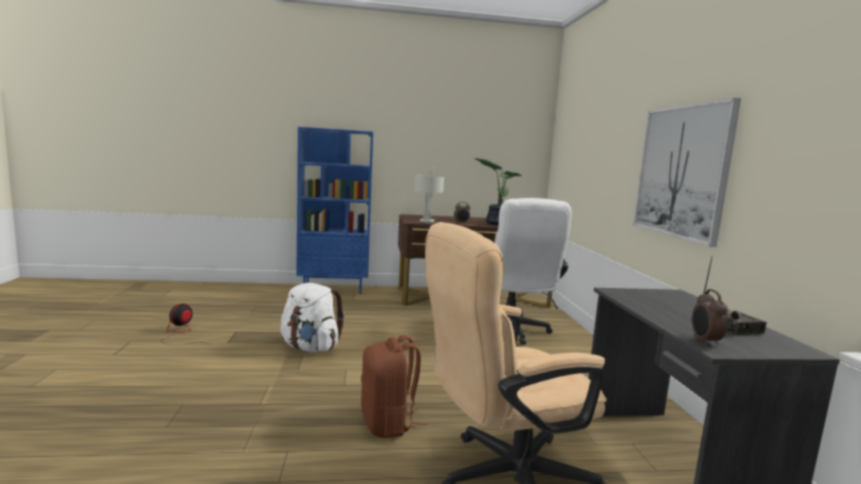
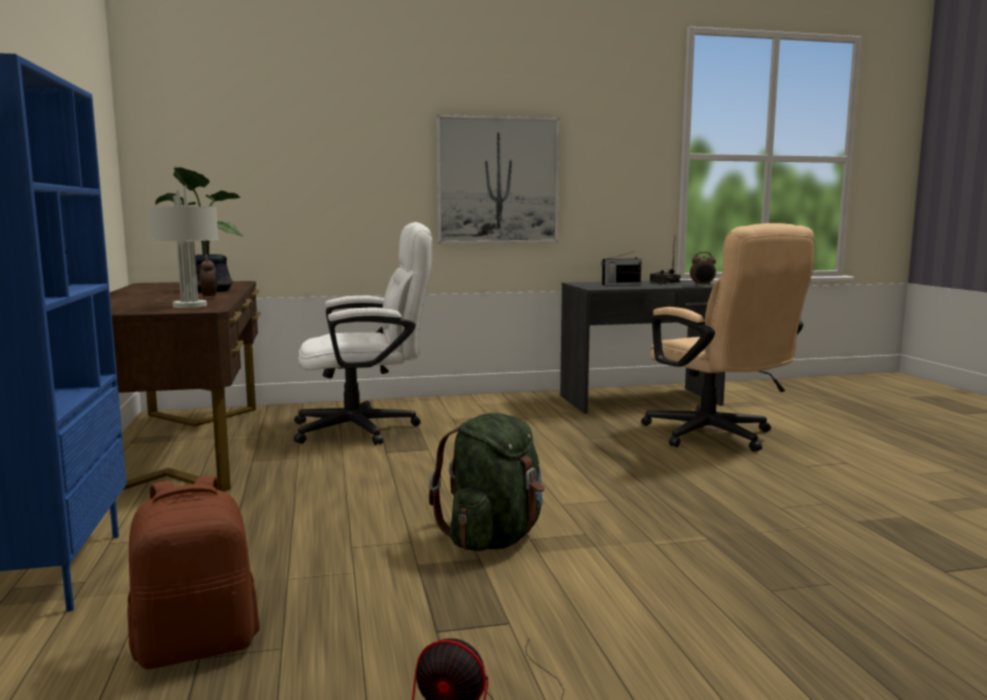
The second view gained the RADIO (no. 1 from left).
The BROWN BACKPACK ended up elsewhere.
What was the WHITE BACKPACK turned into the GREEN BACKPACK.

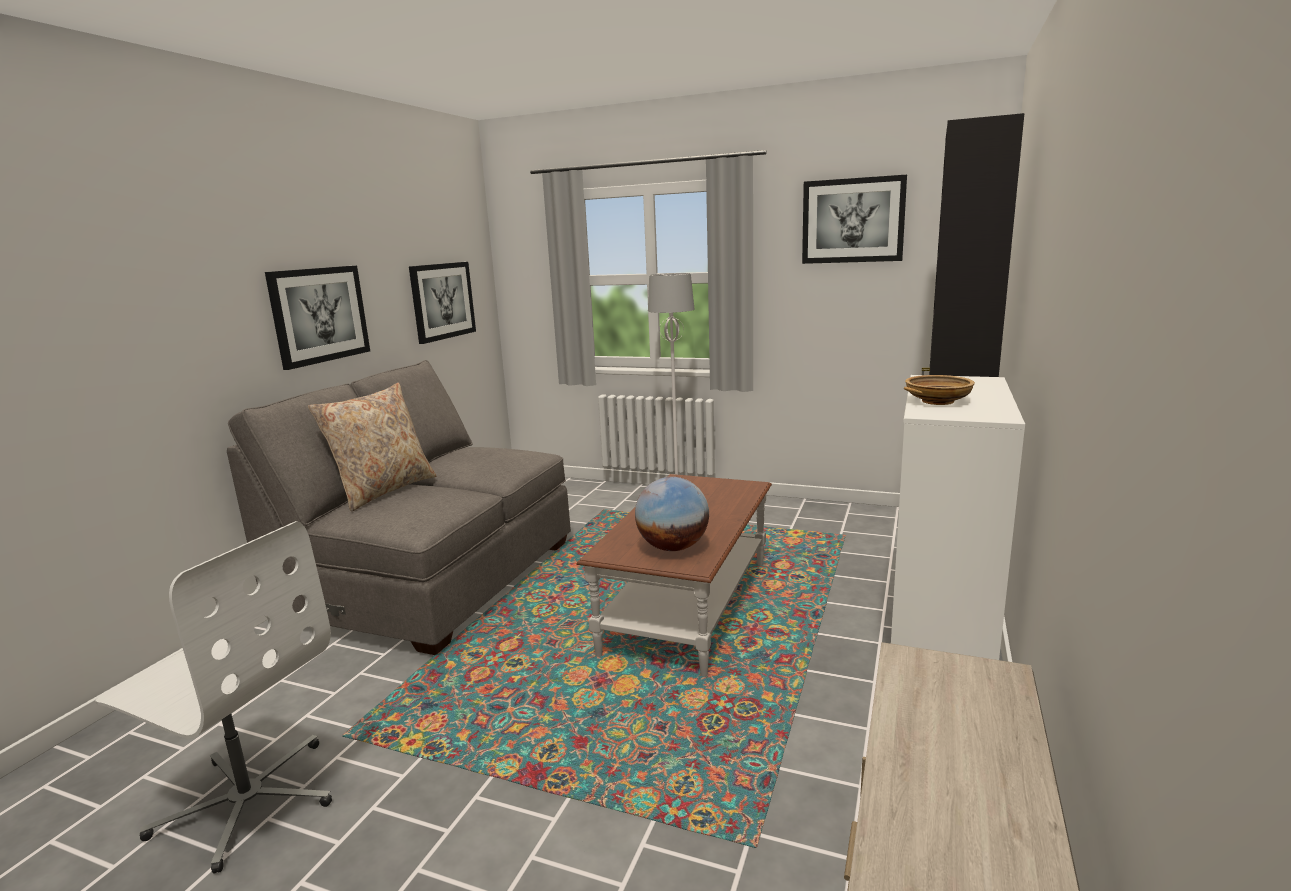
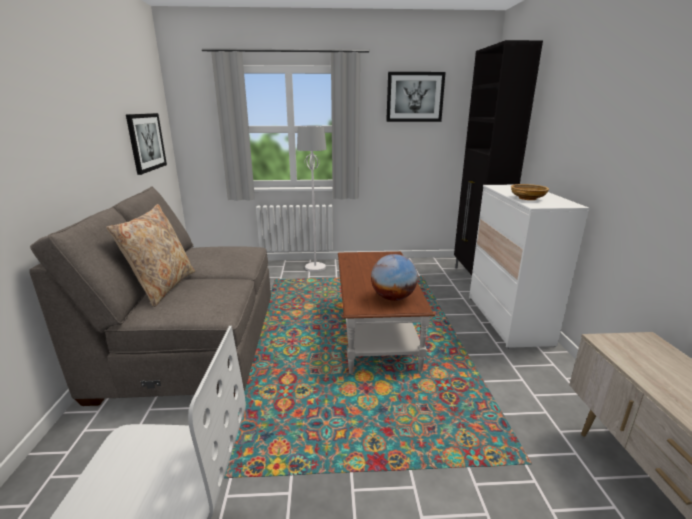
The second view lost the PICTURE (no. 1 from left).

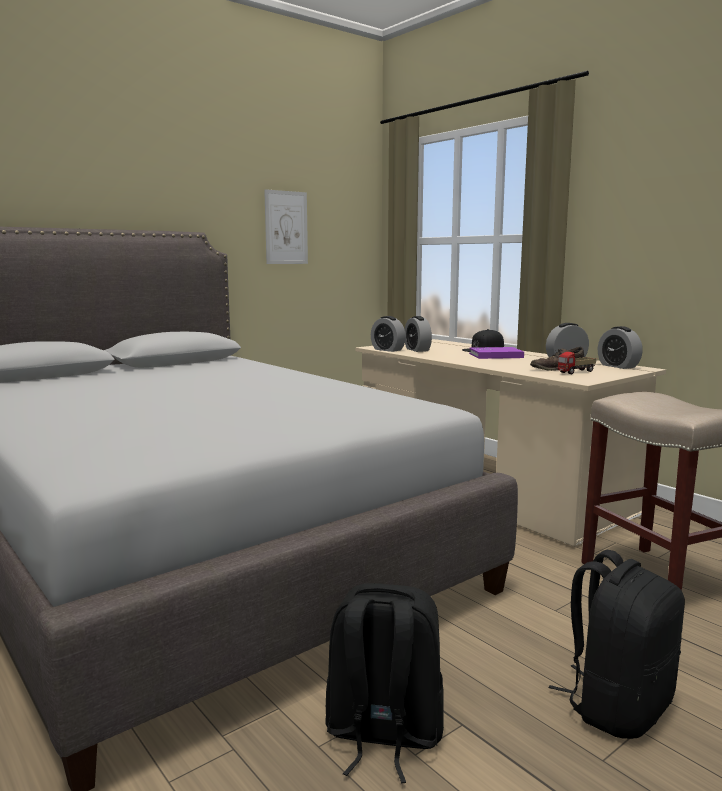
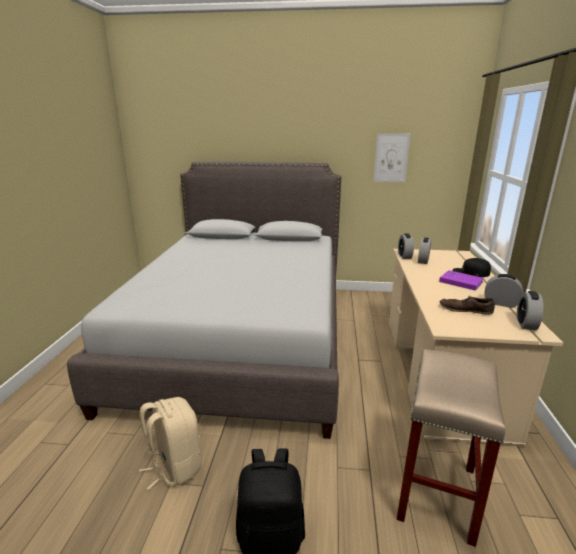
The second view lost the TOY TRUCK.
What was the BLACK BACKPACK (no. 1 from left) turned into the BEIGE BACKPACK.

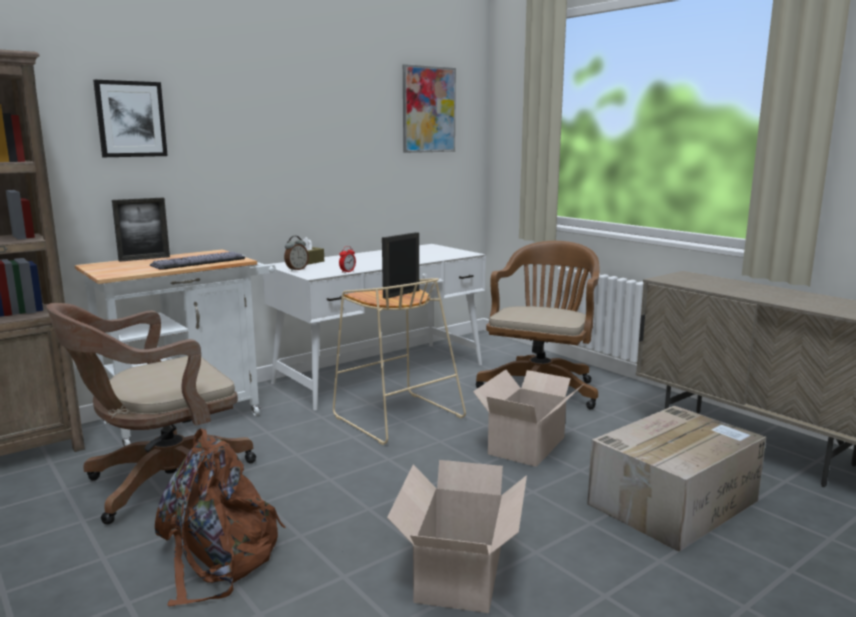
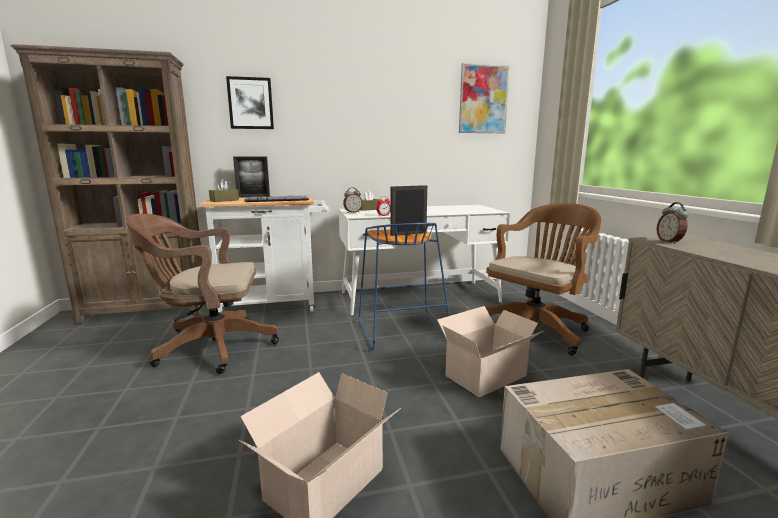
The second view lost the BROWN BACKPACK.
The second view gained the BROWN TISSUE BOX (no. 1 from left).
The second view gained the ALARM CLOCK (no. 3 from left).
What was the BEIGE STOOL turned into the BLUE STOOL.

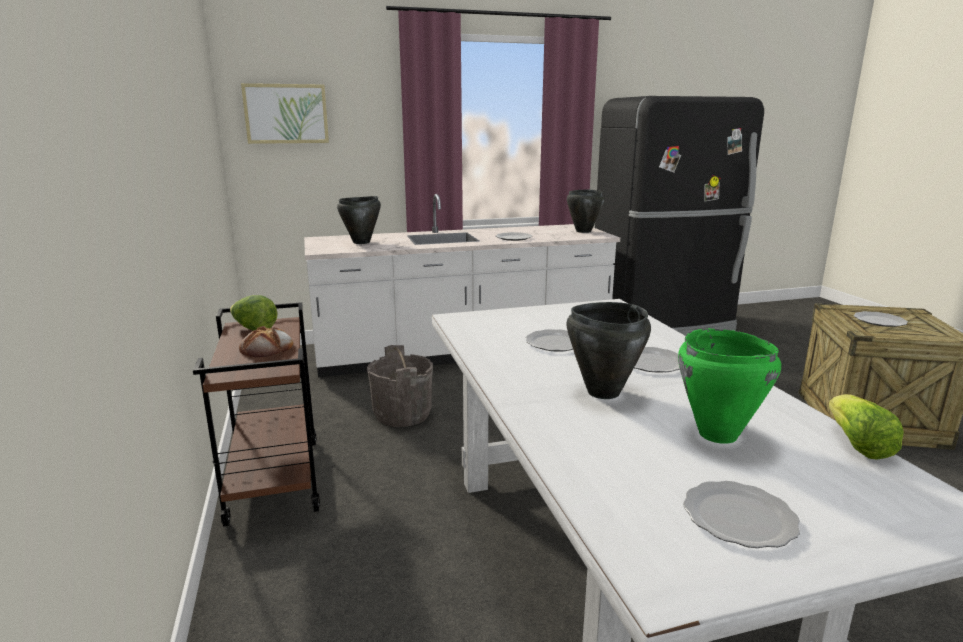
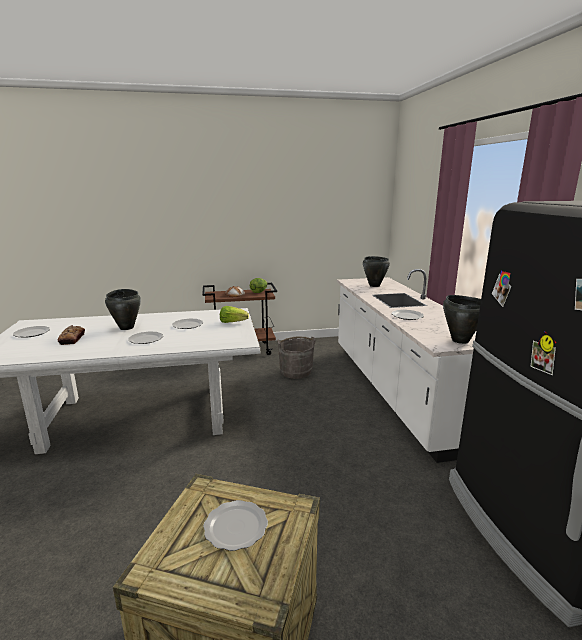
The second view lost the PICTURE.
The LETTUCE (no. 2 from left in the first image) ended up elsewhere.
Where the GREEN COOKING POT stood, the BREAD (no. 1 from left) came to stand.

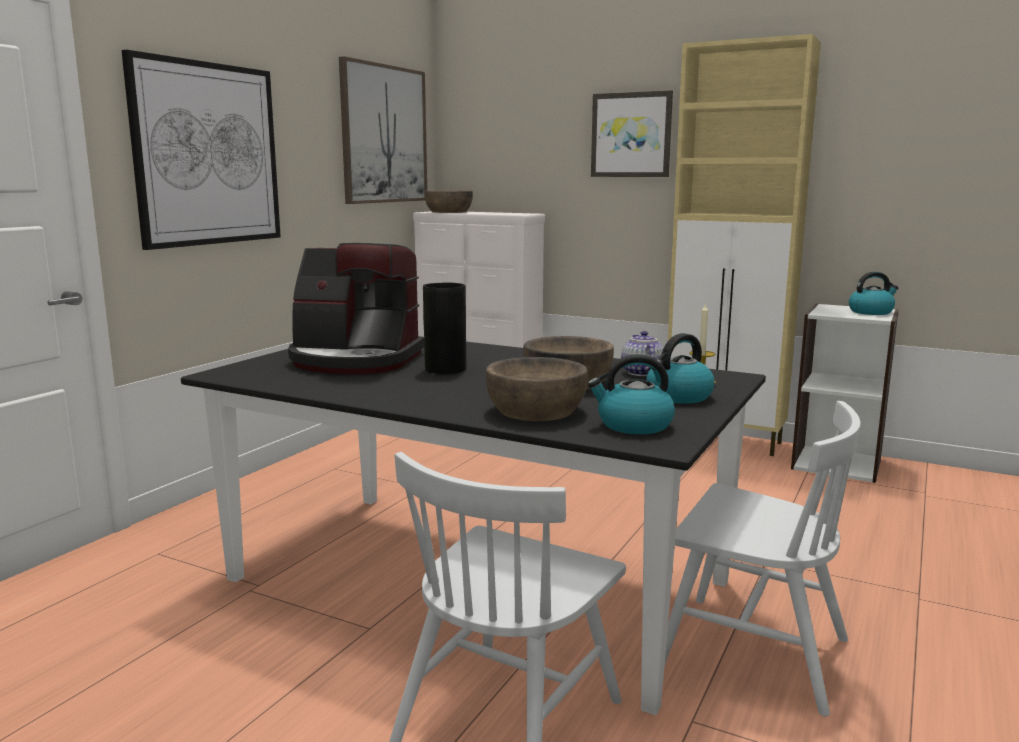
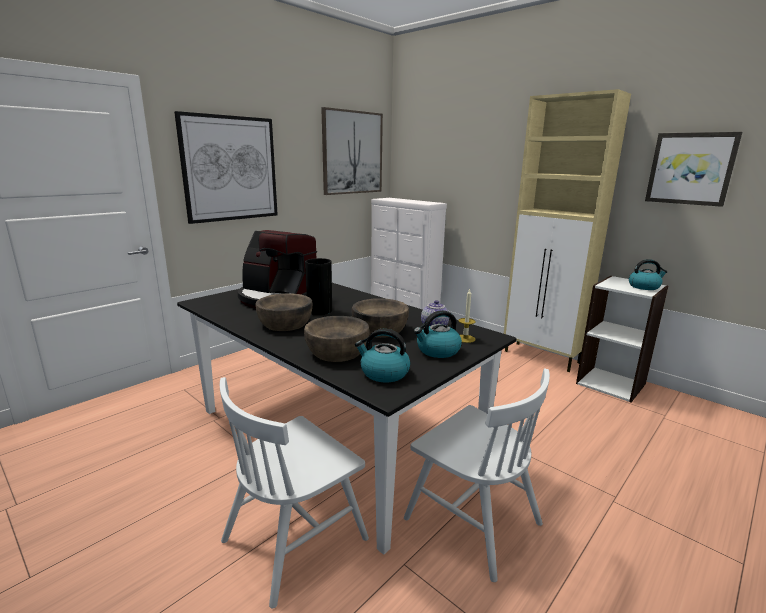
The BROWN BOWL (no. 1 from left) ended up elsewhere.
The PICTURE (no. 3 from left) ended up elsewhere.

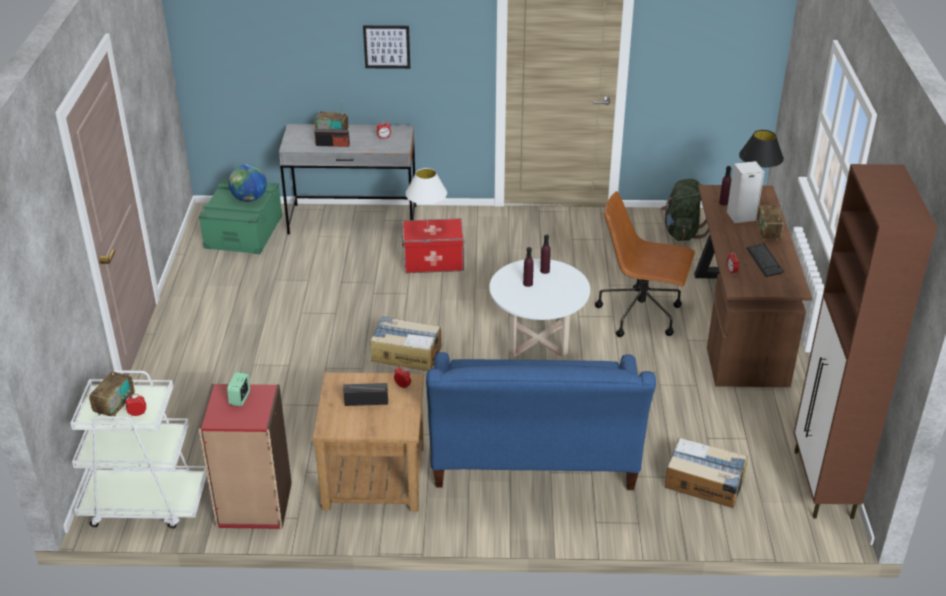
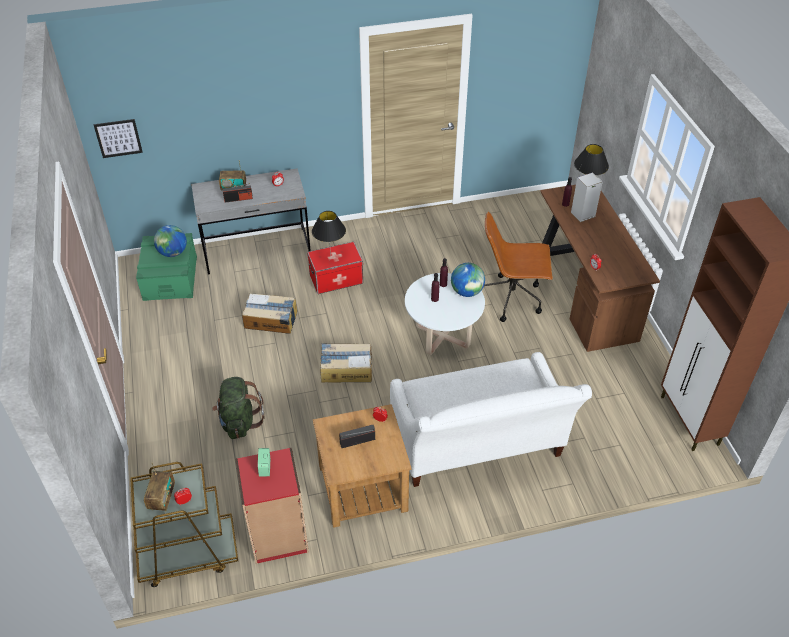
The second view lost the KEYBOARD.
The second view lost the RADIO (no. 5 from left).
The second view gained the GLOBE (no. 2 from left).
The PICTURE ended up elsewhere.
The GREEN BACKPACK ended up elsewhere.
The CARDBOARD BOX (no. 2 from left in the first image) ended up elsewhere.
What was the WHITE CART turned into the BROWN CART.
What was the WHITE TABLE LAMP turned into the BLACK TABLE LAMP (no. 1 from left).
What was the BLUE SOFA turned into the WHITE SOFA.

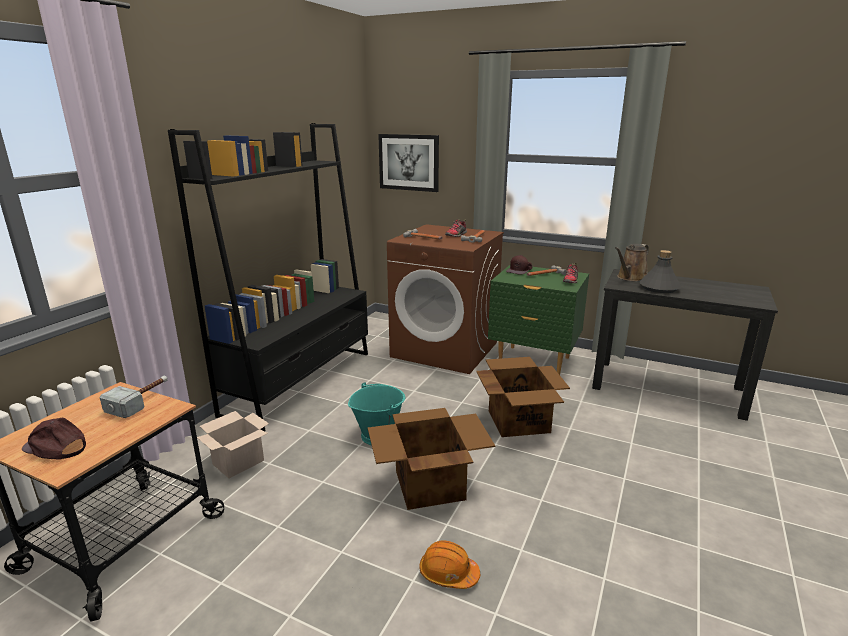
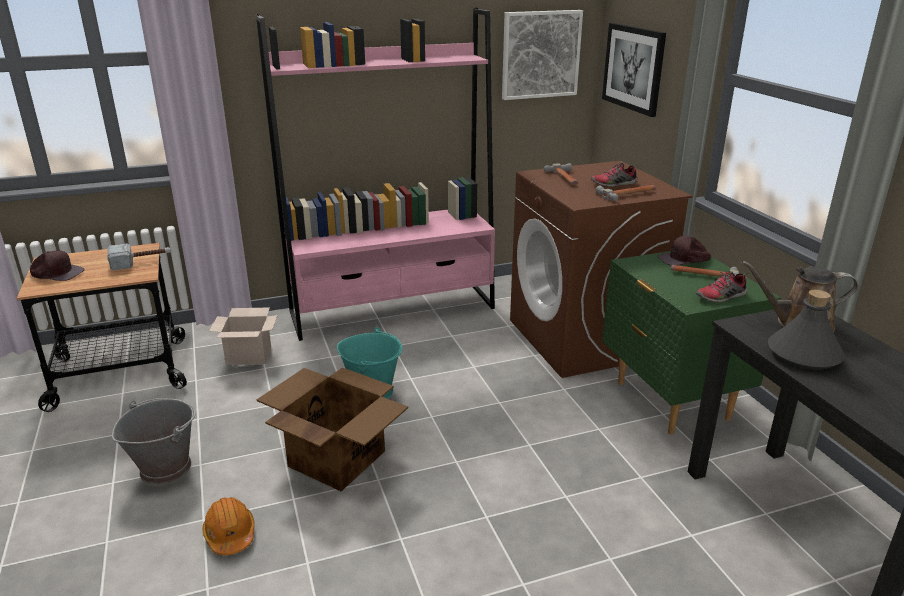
The second view lost the CARDBOARD BOX (no. 3 from left).
The second view gained the GREY BUCKET.
The second view gained the PICTURE (no. 1 from left).
What was the BLACK BOOKCASE turned into the PINK BOOKCASE.
The BROWN CAP (no. 1 from left) ended up facing another way, 120 degrees clockwise from before.

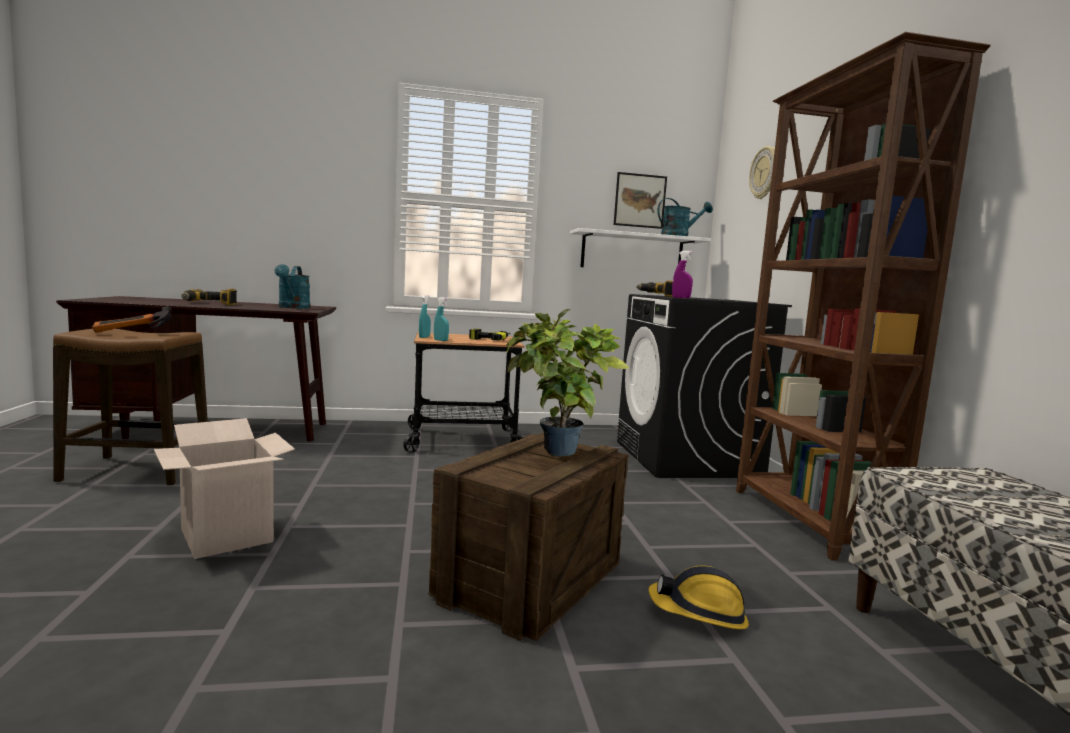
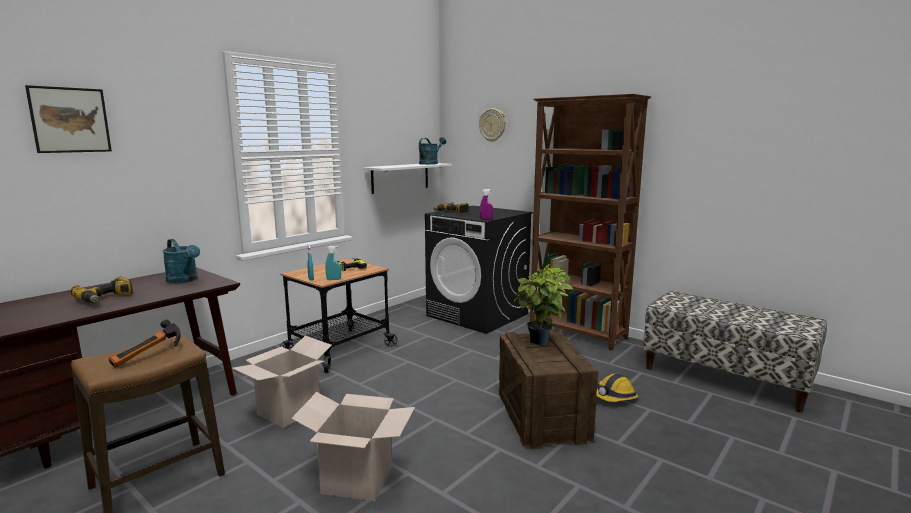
The second view gained the CARDBOARD BOX (no. 1 from left).
The PICTURE ended up elsewhere.

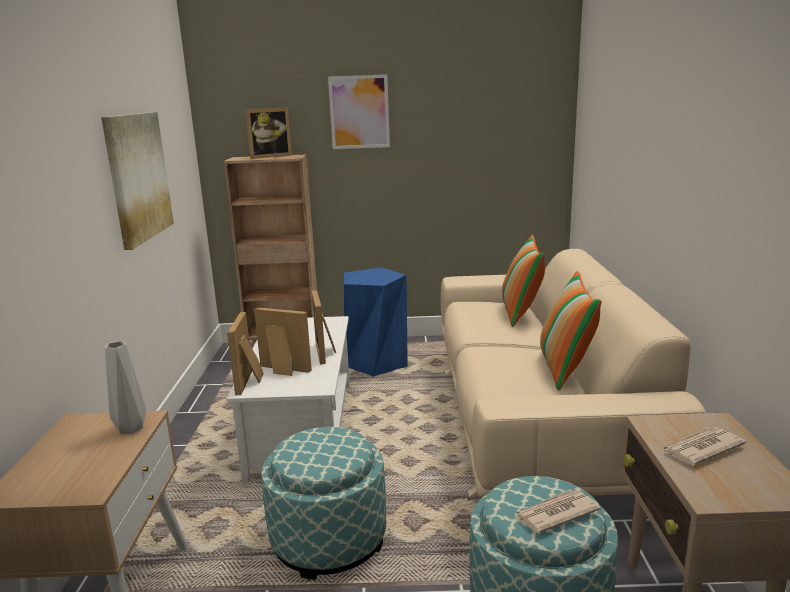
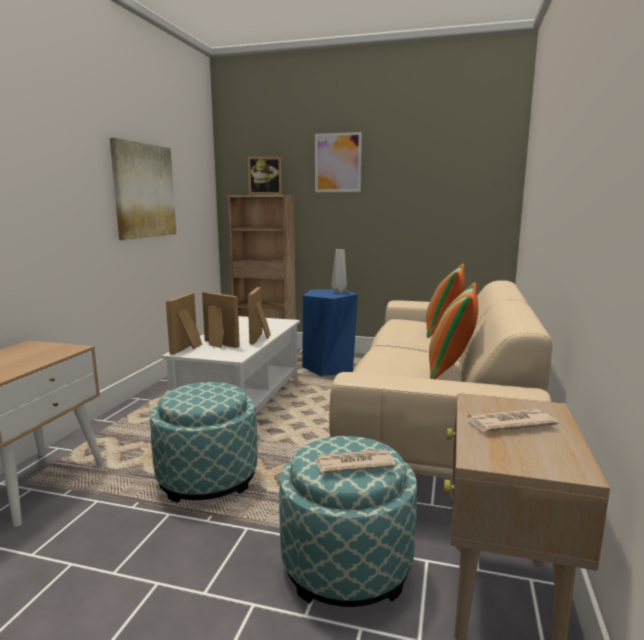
The GREY VASE ended up elsewhere.

